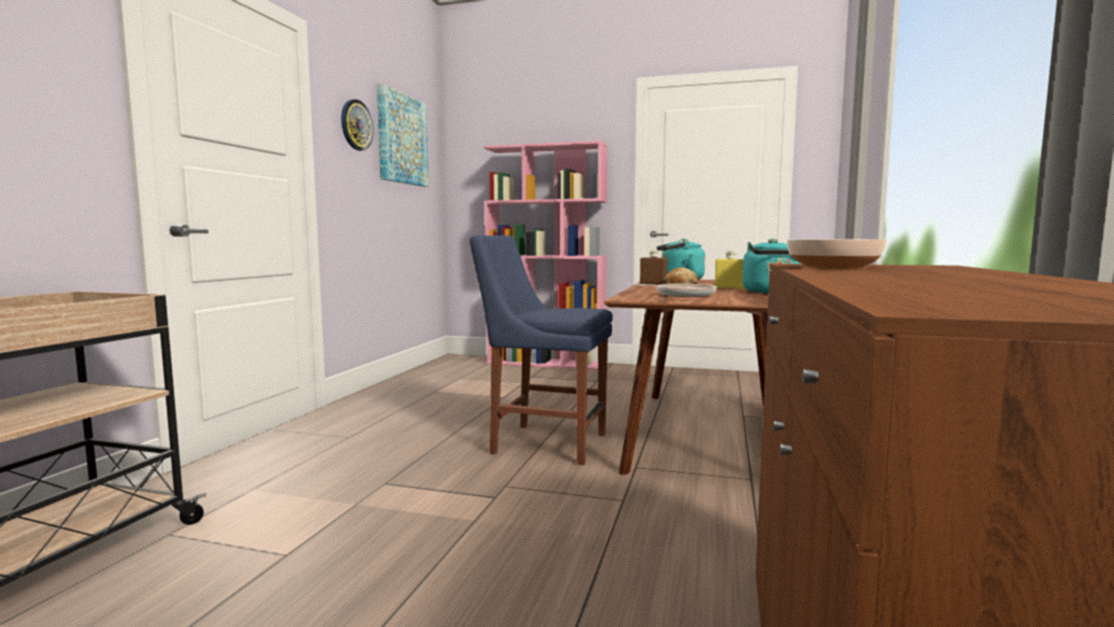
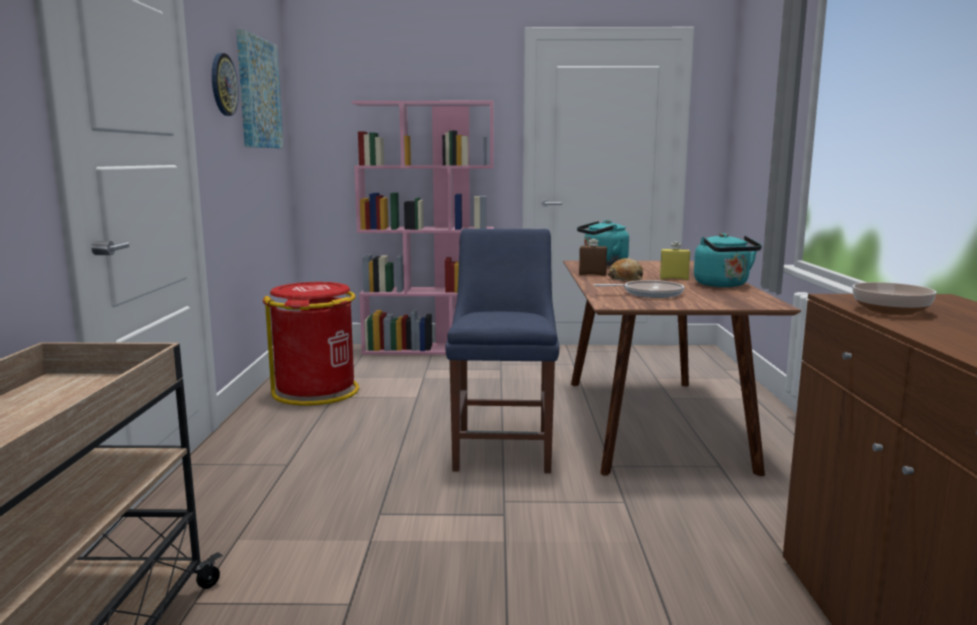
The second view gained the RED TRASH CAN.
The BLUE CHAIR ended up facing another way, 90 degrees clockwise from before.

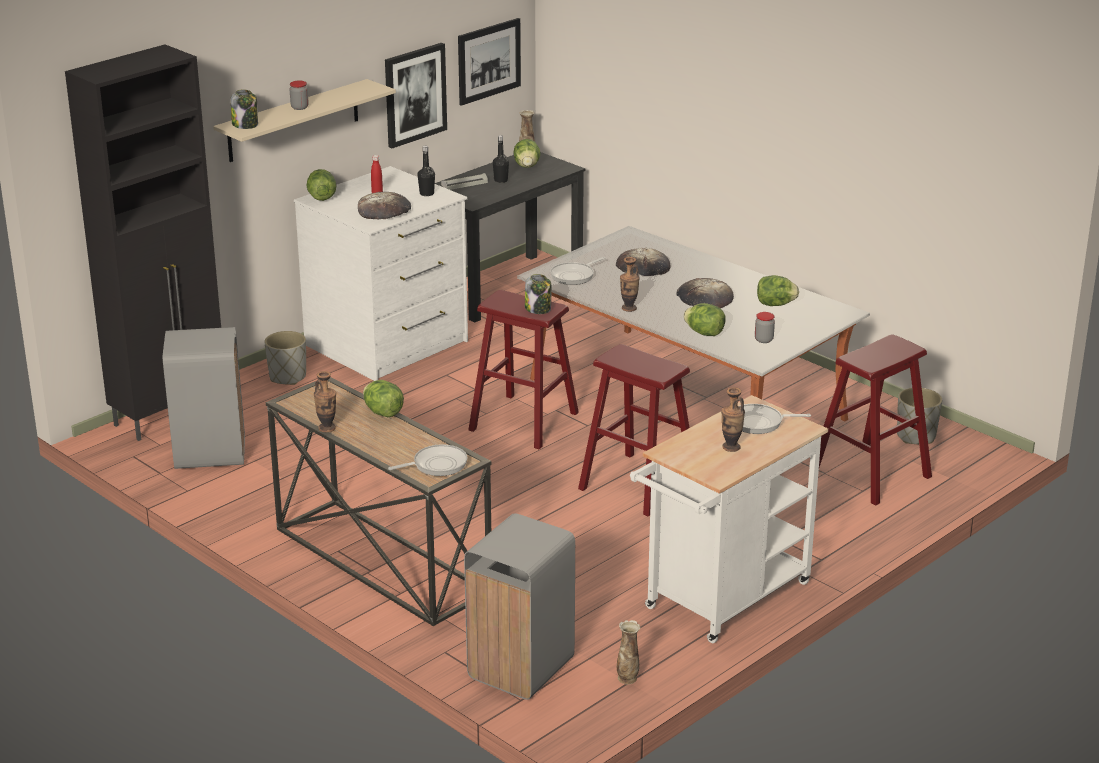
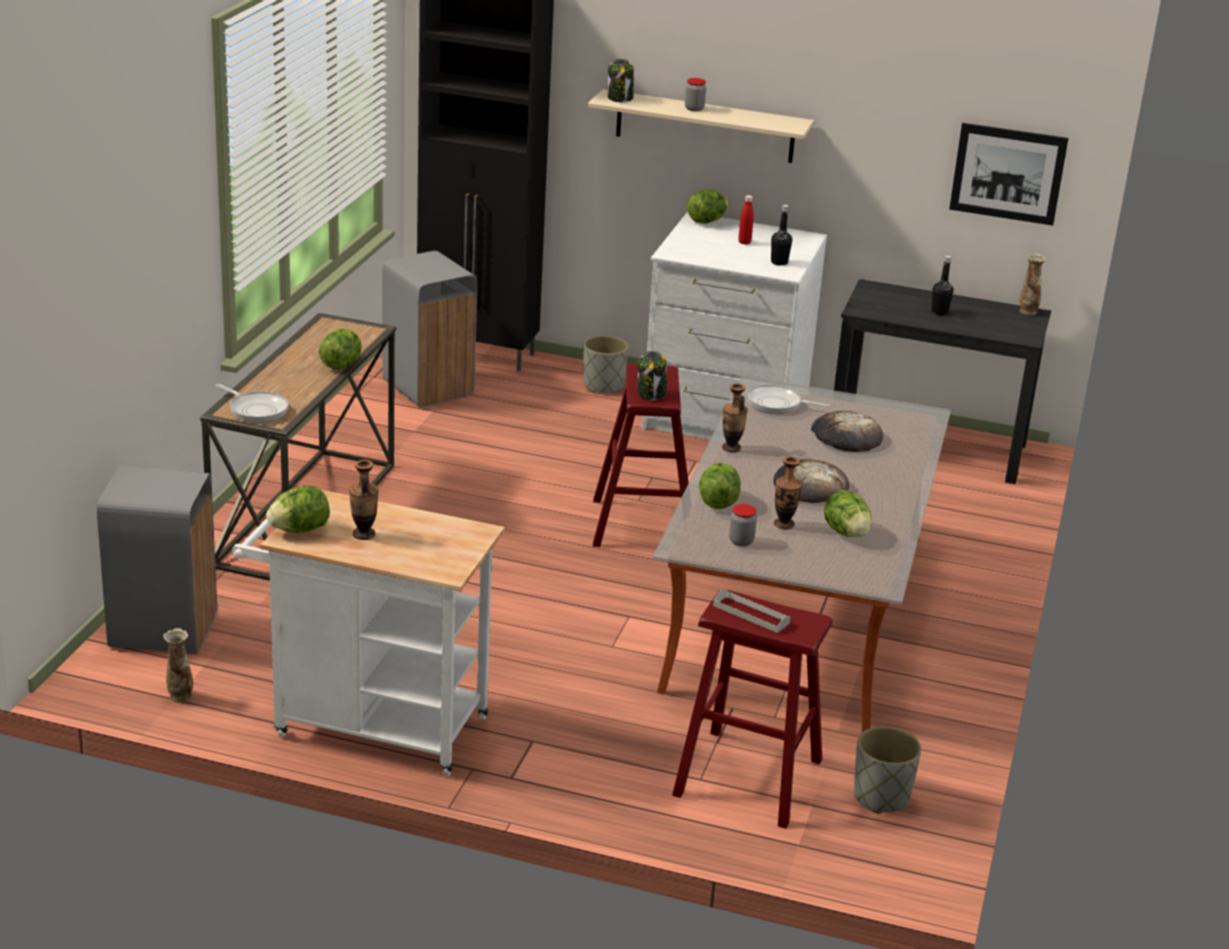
The second view lost the BREAD (no. 1 from left).
The second view lost the PICTURE (no. 1 from left).
The second view lost the RED STOOL (no. 2 from left).
The second view lost the FRYING PAN (no. 3 from left).
The VASE (no. 1 from left in the first image) ended up elsewhere.
The GREY TRAY ended up elsewhere.
The LETTUCE (no. 3 from left in the first image) ended up elsewhere.

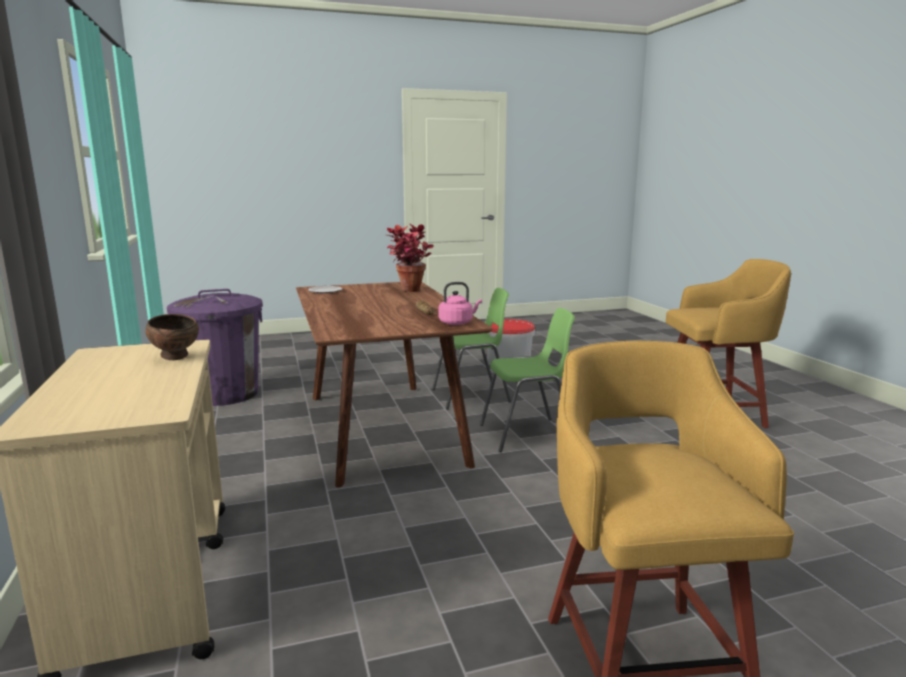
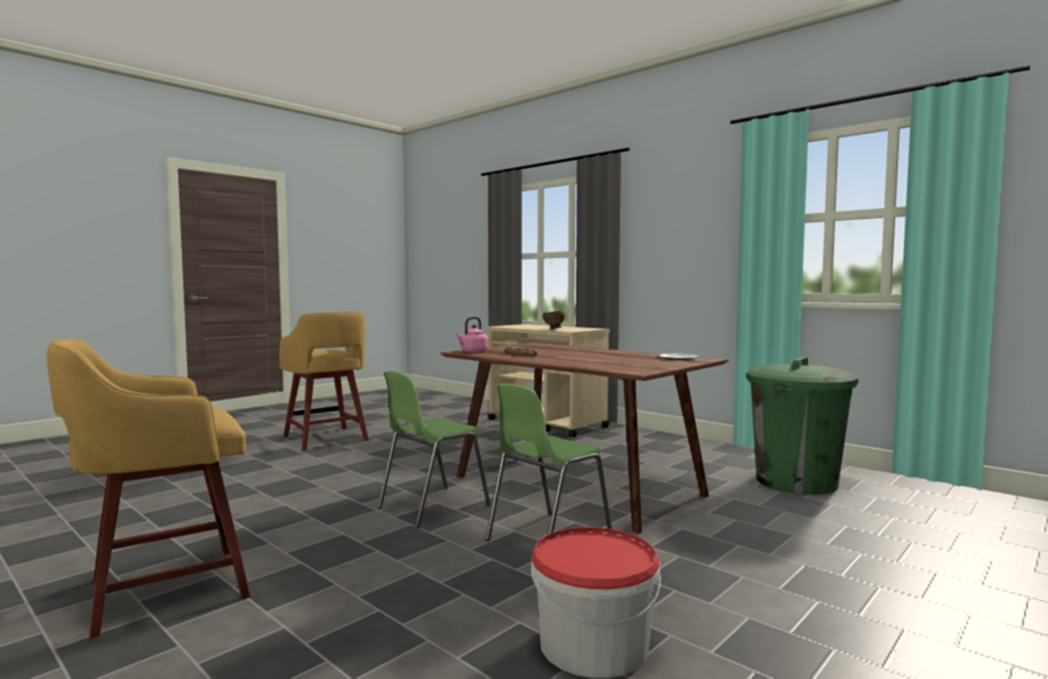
The second view lost the POTTED PLANT.
What was the PURPLE TRASH CAN turned into the GREEN TRASH CAN.

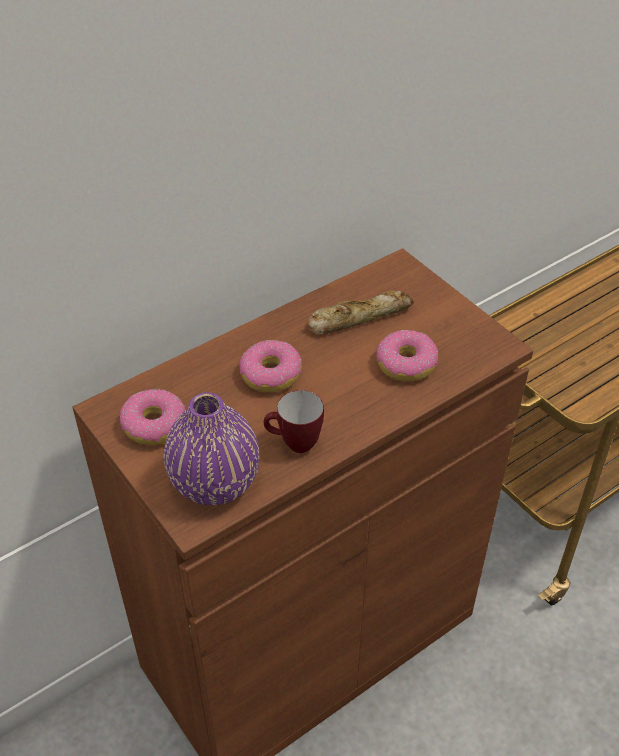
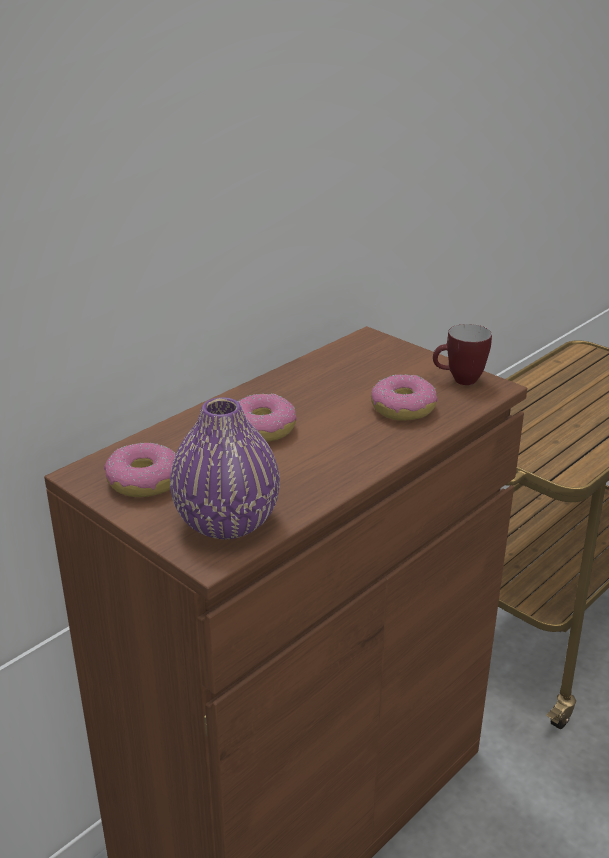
The second view lost the BREAD.
The MUG ended up elsewhere.

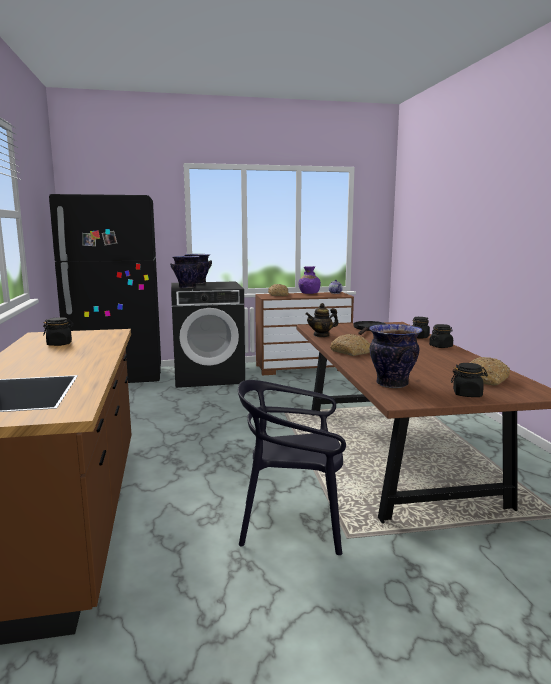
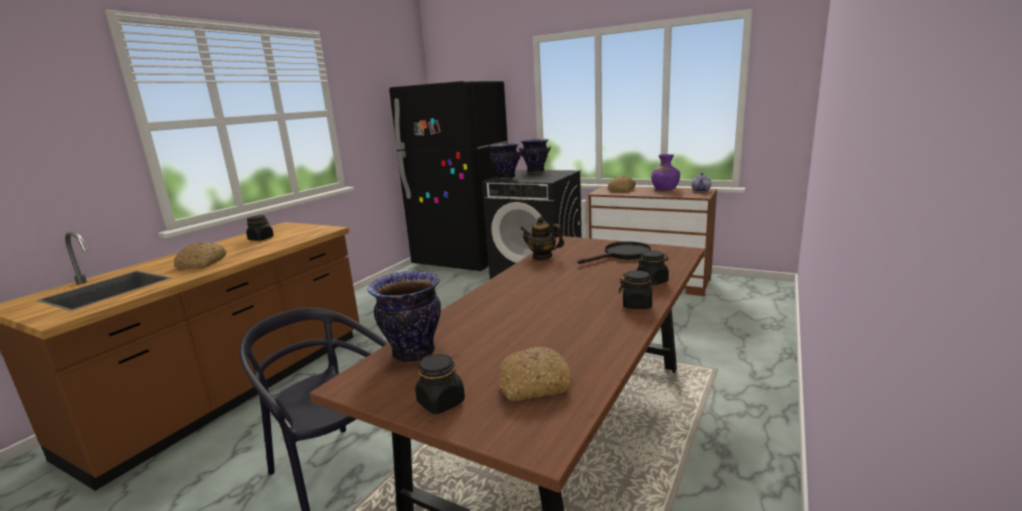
The BREAD (no. 2 from left in the first image) ended up elsewhere.

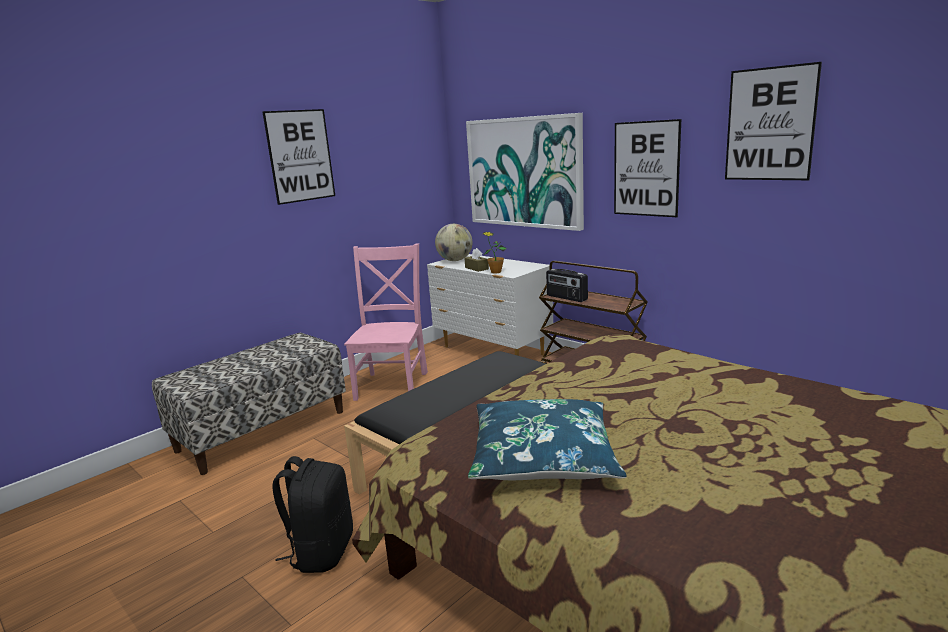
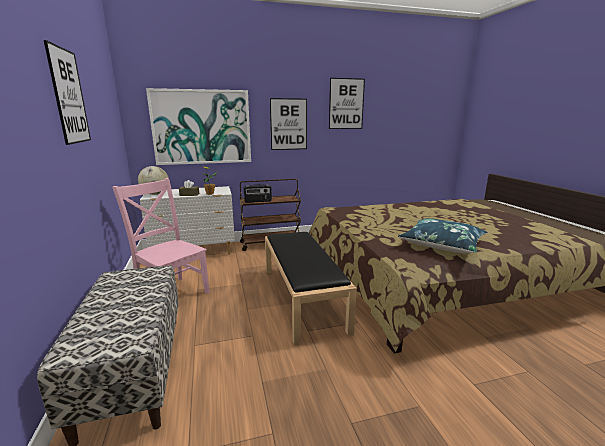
The second view lost the BLACK BACKPACK.

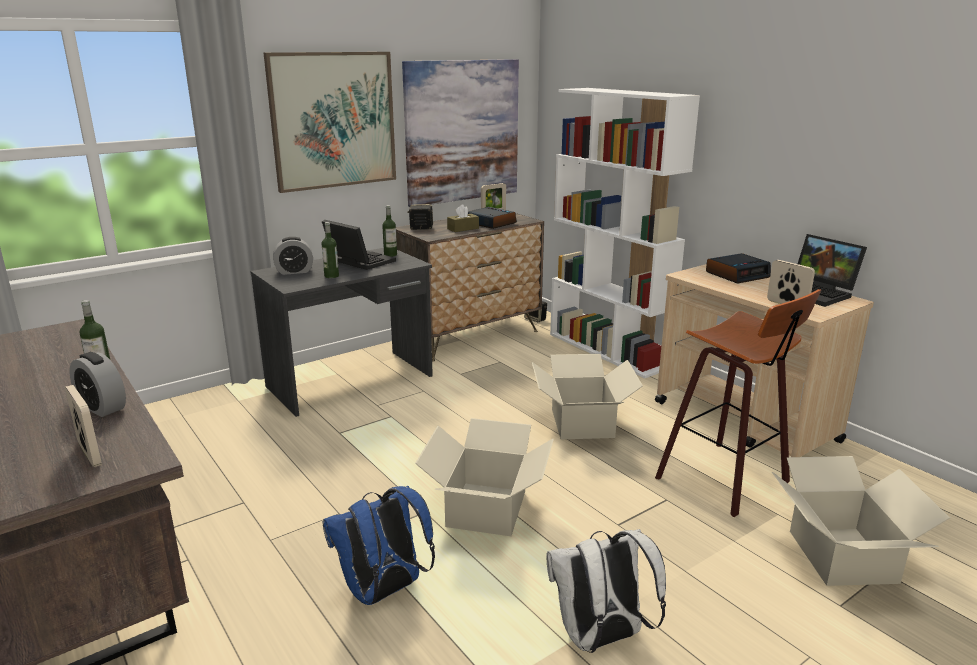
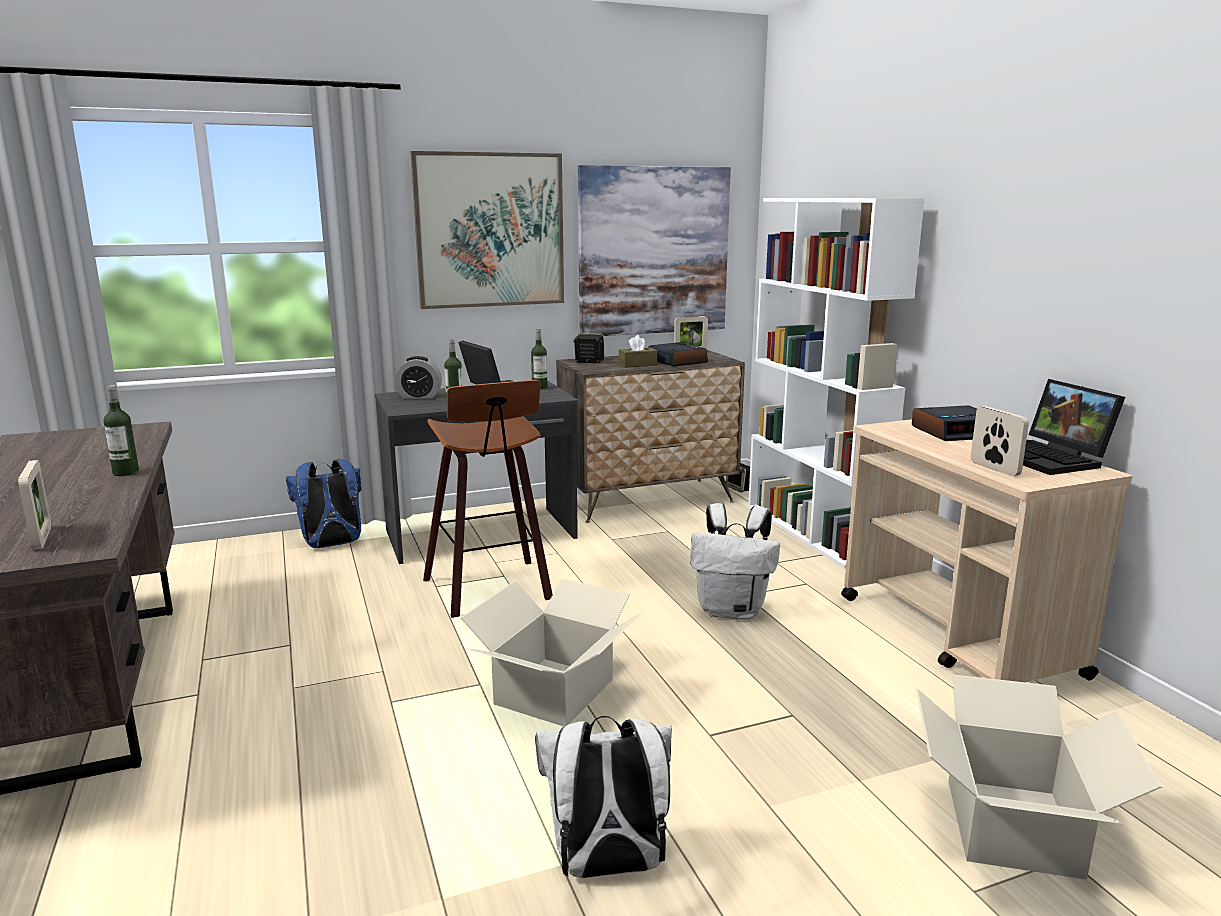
The second view lost the ALARM CLOCK (no. 1 from left).
The BLUE BACKPACK ended up elsewhere.
The STOOL ended up elsewhere.
Where the CARDBOARD BOX (no. 2 from left) stood, the WHITE BACKPACK (no. 2 from left) came to stand.

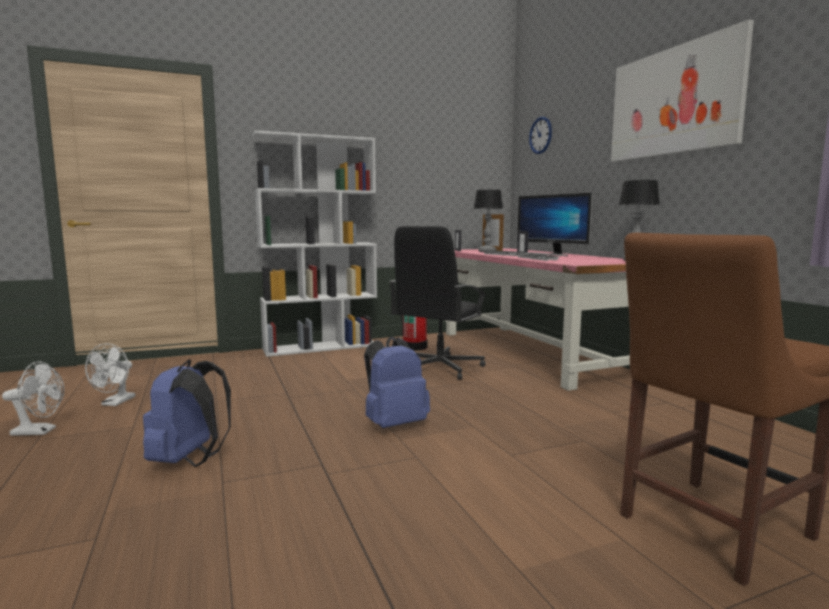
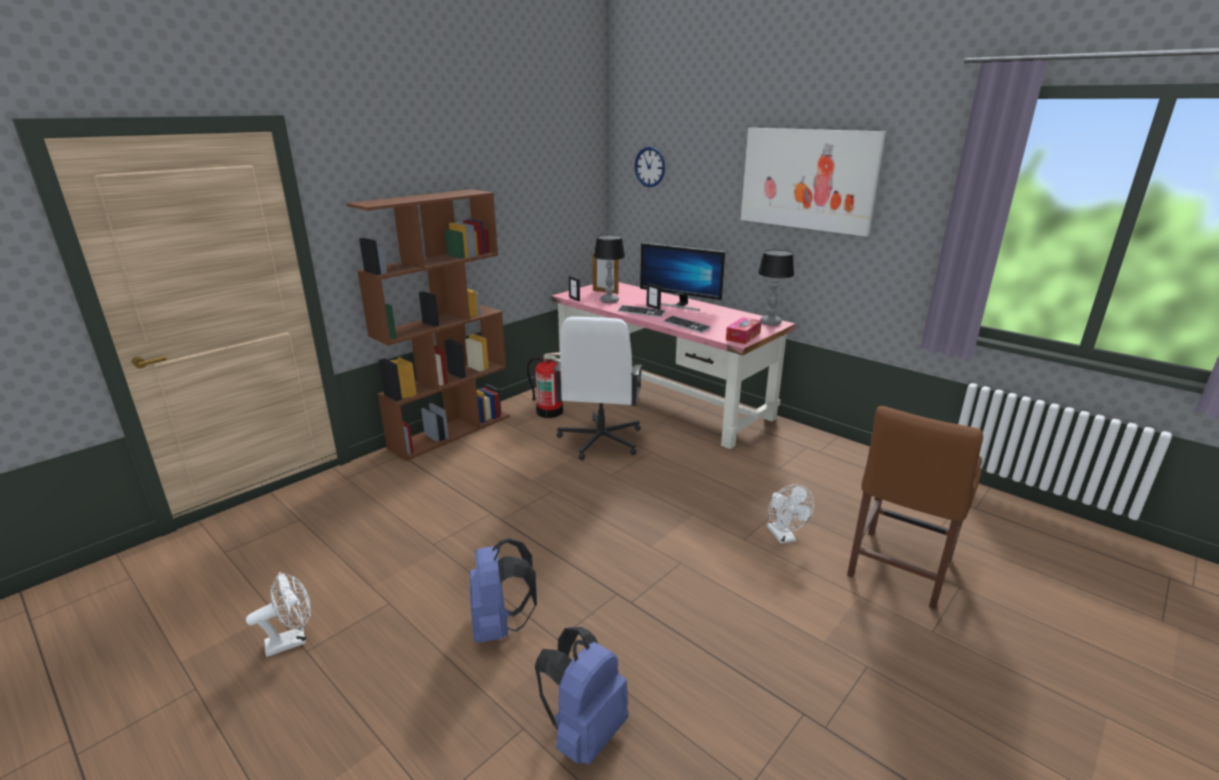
The second view gained the TISSUE BOX.
The WHITE FAN (no. 2 from left) ended up elsewhere.
The BLUE BACKPACK (no. 2 from left) ended up elsewhere.
What was the WHITE BOOKCASE turned into the BROWN BOOKCASE.
What was the BLACK OFFICE CHAIR turned into the WHITE OFFICE CHAIR.

